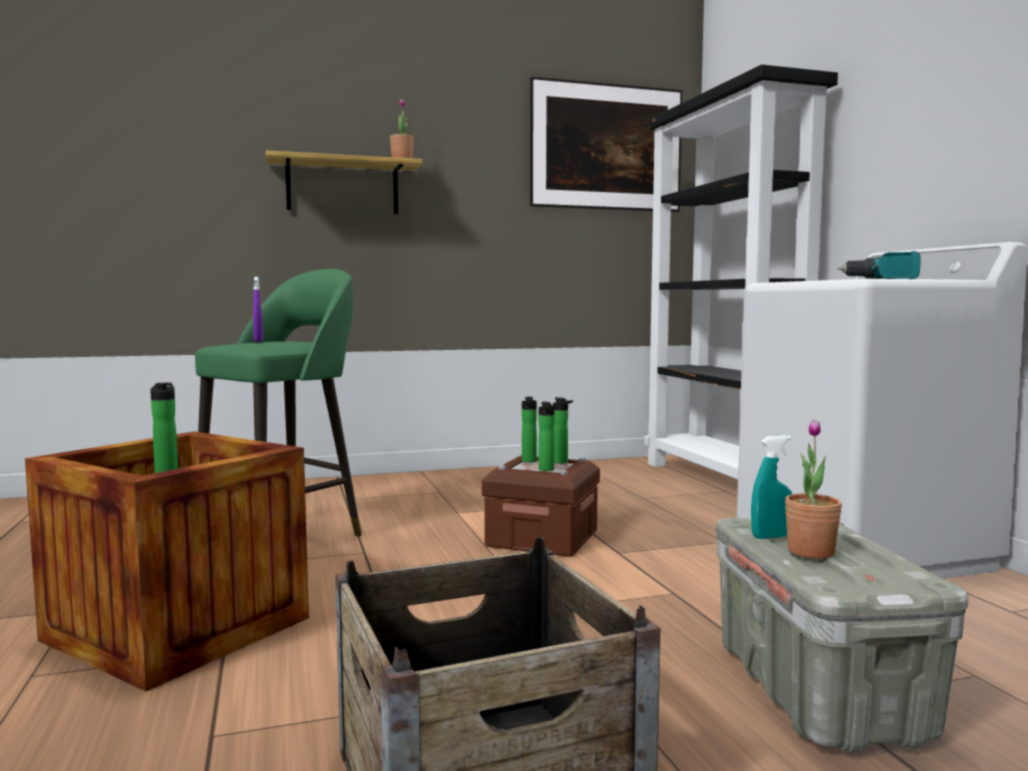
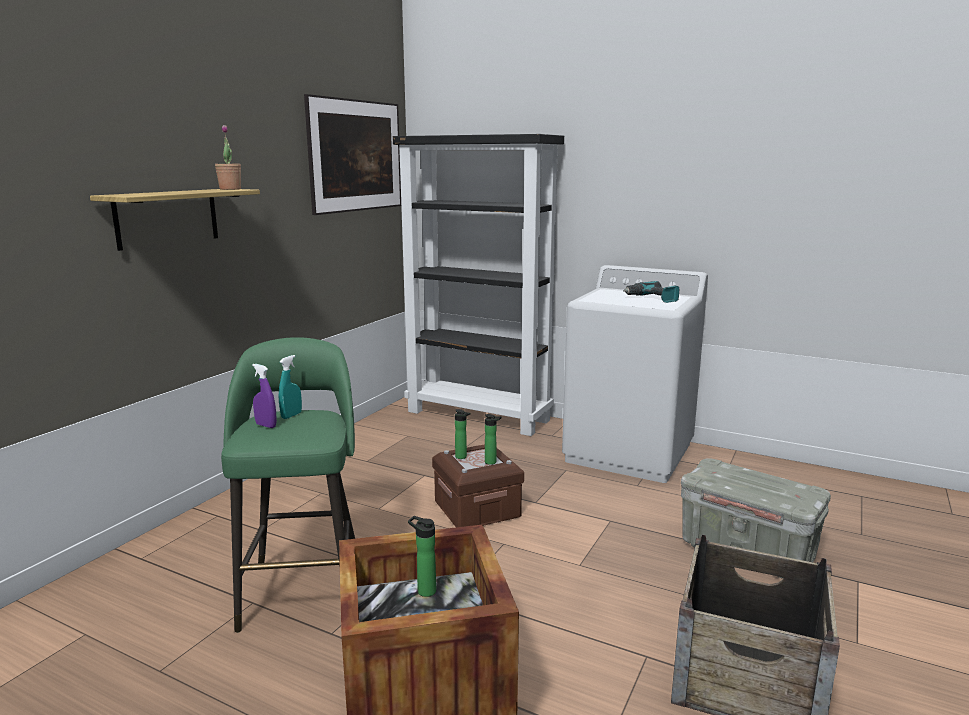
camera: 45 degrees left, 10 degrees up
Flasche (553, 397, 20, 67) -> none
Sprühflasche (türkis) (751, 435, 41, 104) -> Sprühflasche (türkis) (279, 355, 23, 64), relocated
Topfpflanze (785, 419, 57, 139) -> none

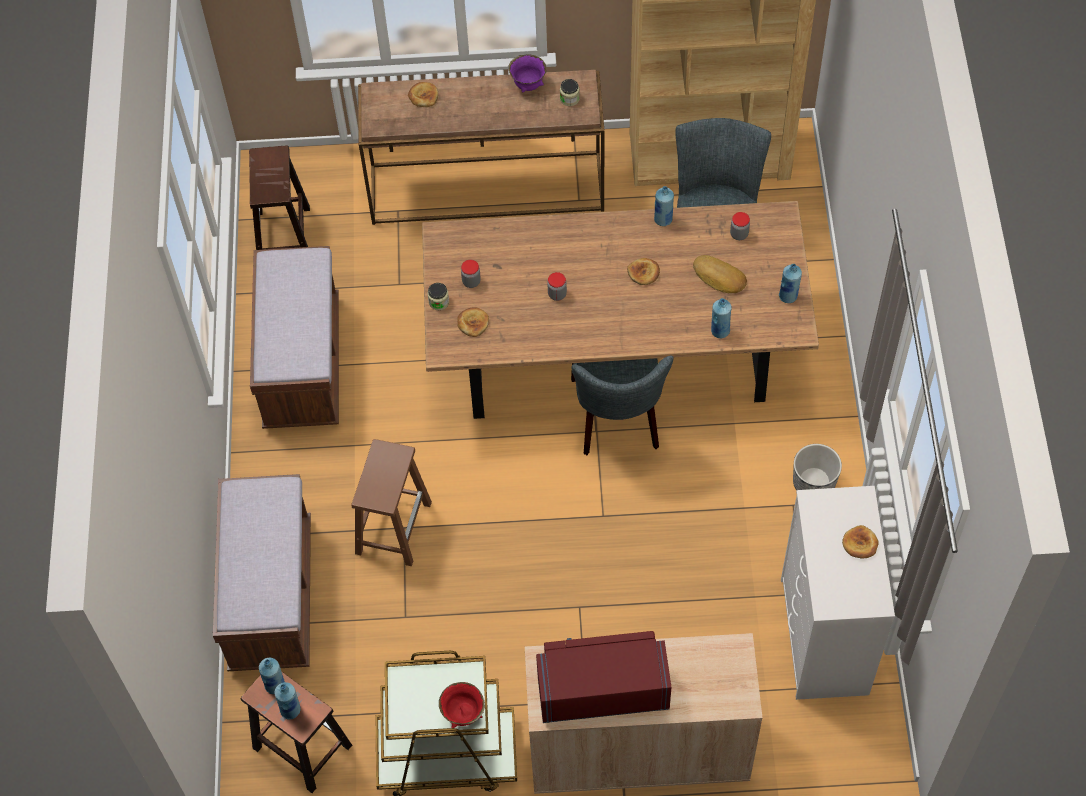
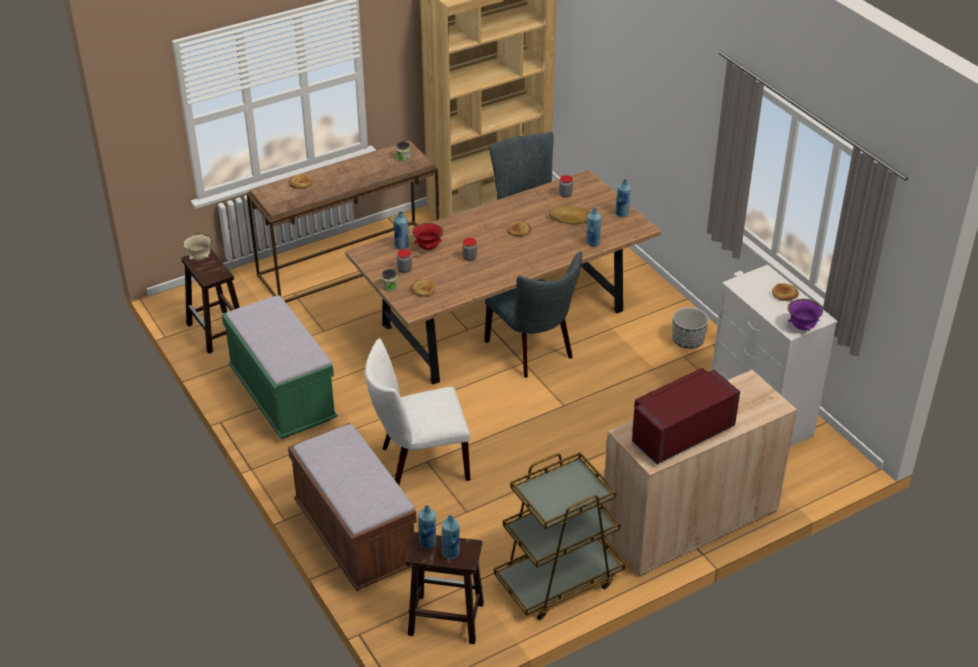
camera: 30 degrees left, 20 degrees down
Bank (braun) (250, 246, 89, 183) -> Bank (grün) (221, 295, 117, 144)
Hocker (braun) (351, 439, 81, 127) -> Stuhl (weiß) (365, 338, 105, 147)
Schüssel (rot) (439, 682, 46, 46) -> Schüssel (rot) (413, 223, 31, 27), relocated
Schüssel (lila) (509, 54, 38, 38) -> Schüssel (lila) (787, 299, 36, 31), relocated
Flasche (blau) (654, 186, 20, 40) -> Flasche (blau) (394, 211, 15, 39), relocated
none -> Schüssel (beige) (183, 233, 29, 28)

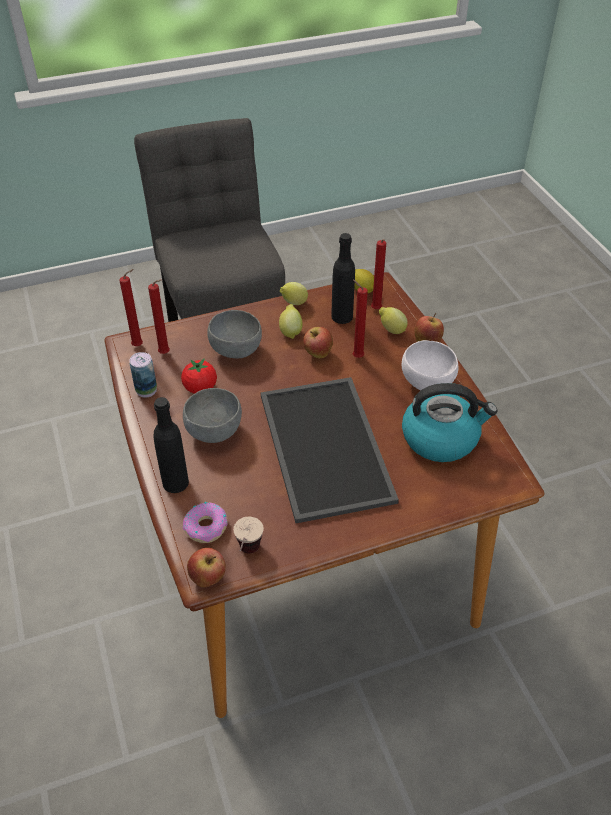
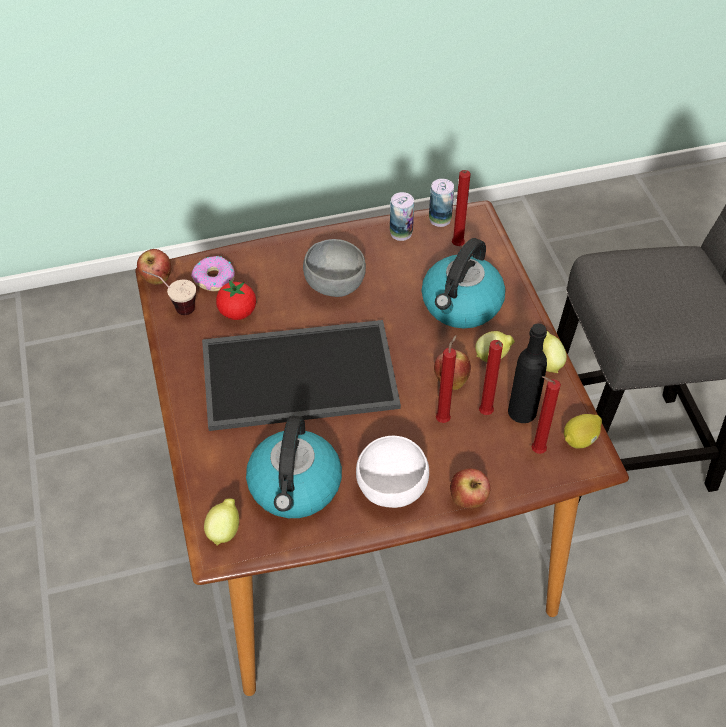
camera: 95 degrees right, 5 degrees up
Kerze (rot) (119, 269, 24, 77) -> Kerze (rot) (479, 340, 24, 75), relocated
Flasche (schwarz) (154, 397, 35, 96) -> none
Tomate (181, 358, 36, 36) -> Tomate (216, 280, 40, 40), relocated
Schüssel (grau) (207, 310, 55, 48) -> Wasserkessel (422, 238, 83, 90)
Zitrone (379, 307, 29, 27) -> Zitrone (204, 498, 35, 48), relocated
none -> Dose (429, 179, 25, 48)

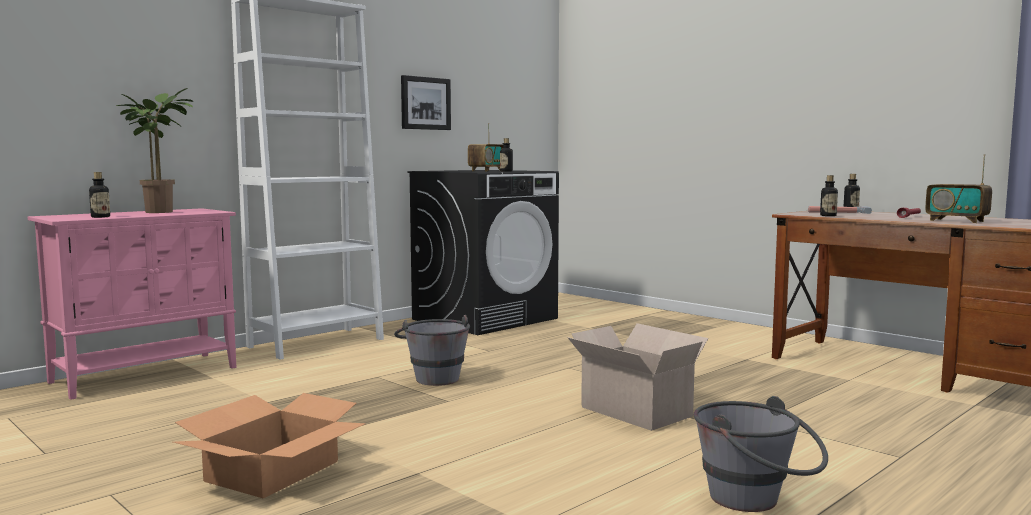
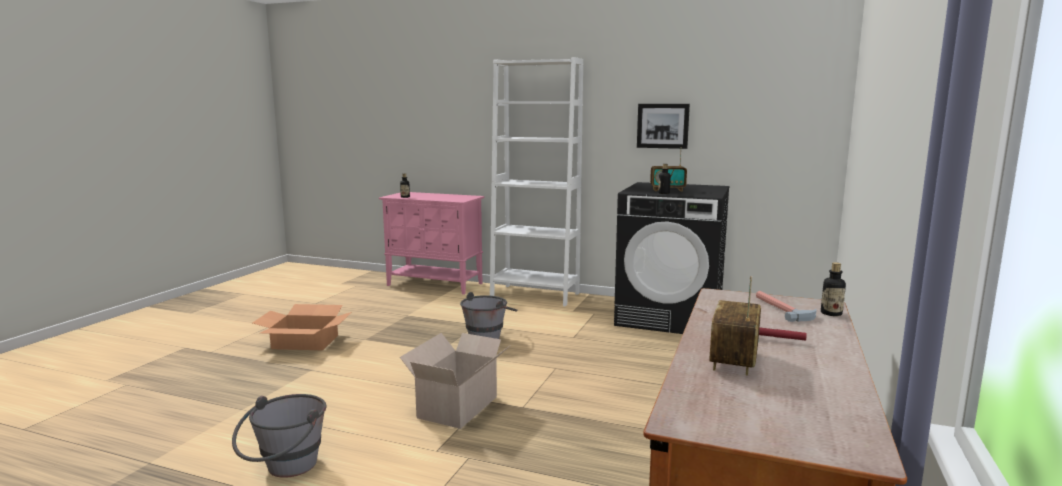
camera: 65 degrees right, 5 degrees up
Topfpflanze (116, 88, 78, 125) -> none
Flasche (820, 175, 18, 41) -> none

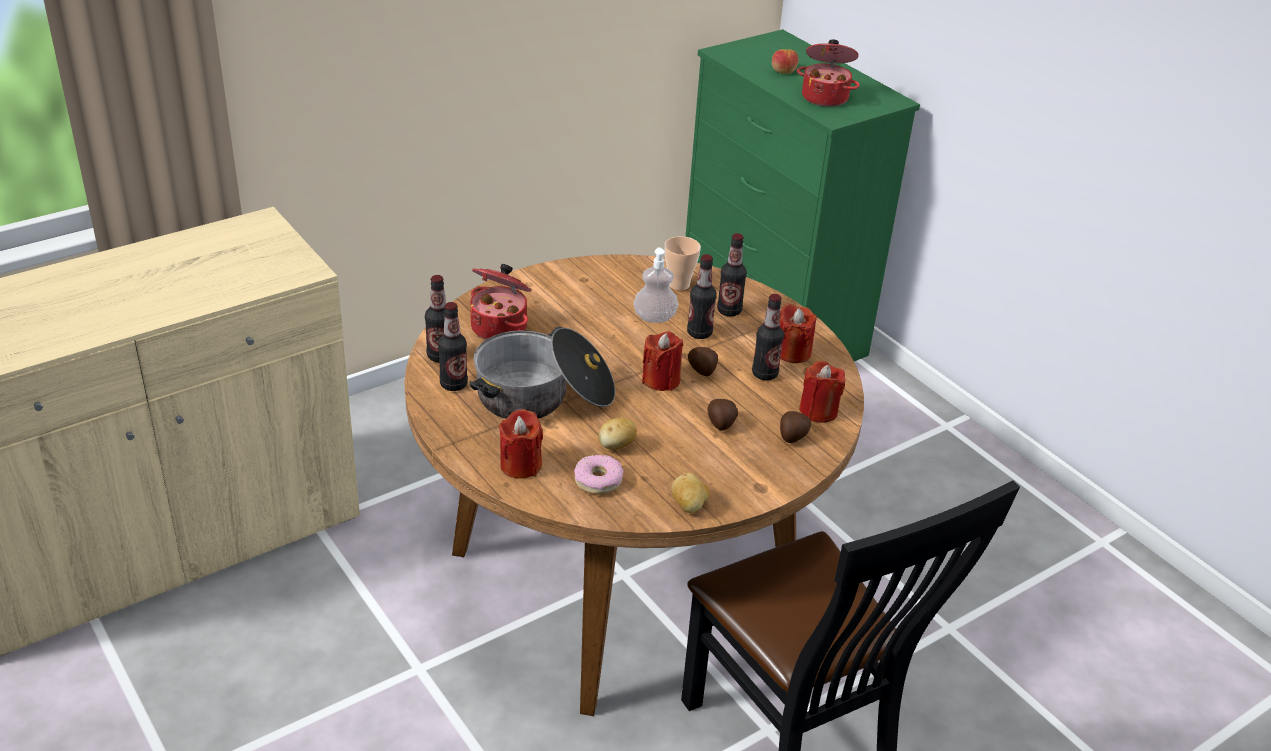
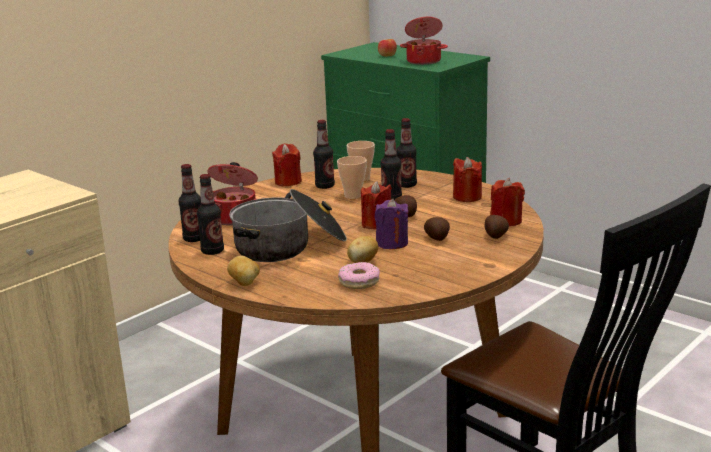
camera: 10 degrees left, 15 degrees down
Kerze (rot) (499, 409, 44, 70) -> Kerze (rot) (272, 143, 30, 43), relocated
Seifenspender (633, 248, 45, 75) -> Tasse (337, 156, 30, 43)
Kartoffel (671, 473, 39, 40) -> Kartoffel (227, 256, 33, 30), relocated
Flasche (752, 294, 32, 87) -> Flasche (313, 120, 22, 69), relocated
none -> Kerze (lila) (375, 199, 33, 50)

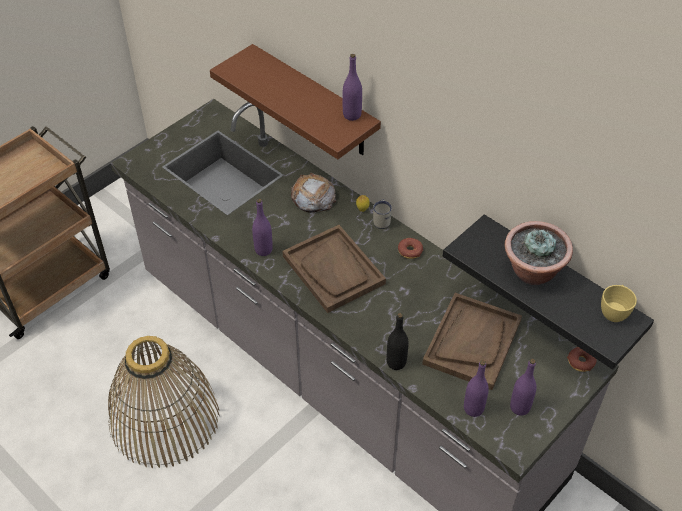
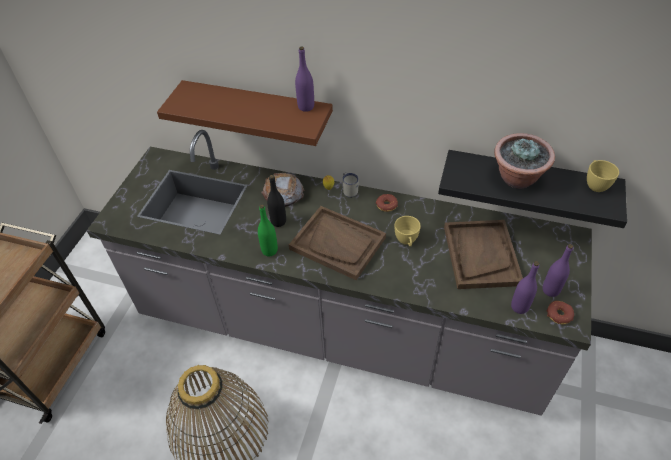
camera: 25 degrees left, 0 degrees up
Flasche (lila) (252, 199, 21, 57) -> Flasche (grün) (258, 204, 20, 52)
Flasche (schwarz) (387, 313, 22, 57) -> Flasche (schwarz) (267, 175, 19, 52), relocated
Donut (567, 347, 30, 25) -> Donut (547, 301, 27, 23), relocated
none -> Tasse (gelb) (395, 216, 26, 31)

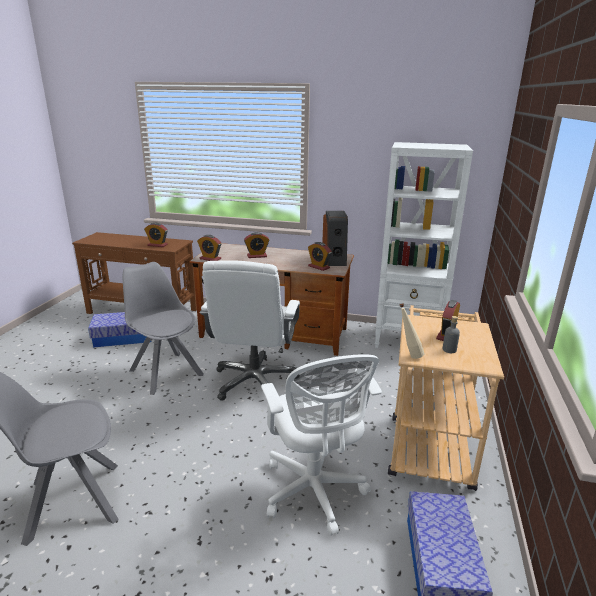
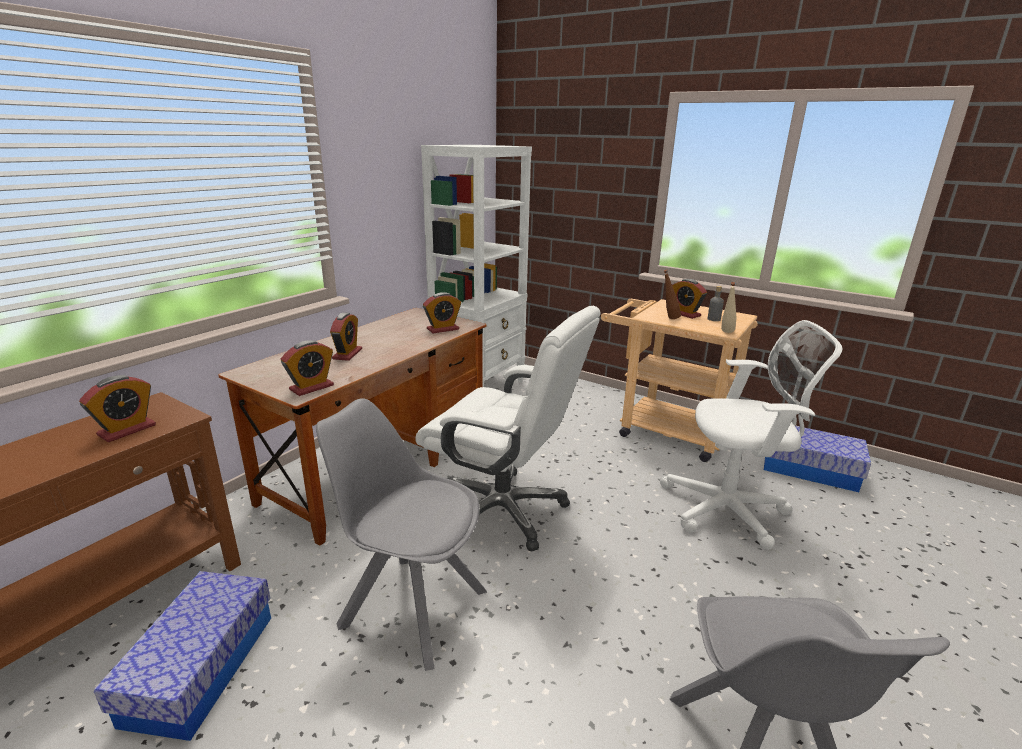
camera: 70 degrees left, 0 degrees up
Stuhl (grau) (123, 262, 80, 133) -> Stuhl (grau) (316, 398, 171, 273), 45 degrees clockwise
Lautsprecher (322, 211, 26, 55) -> none
none -> Flasche (braun) (664, 270, 17, 49)

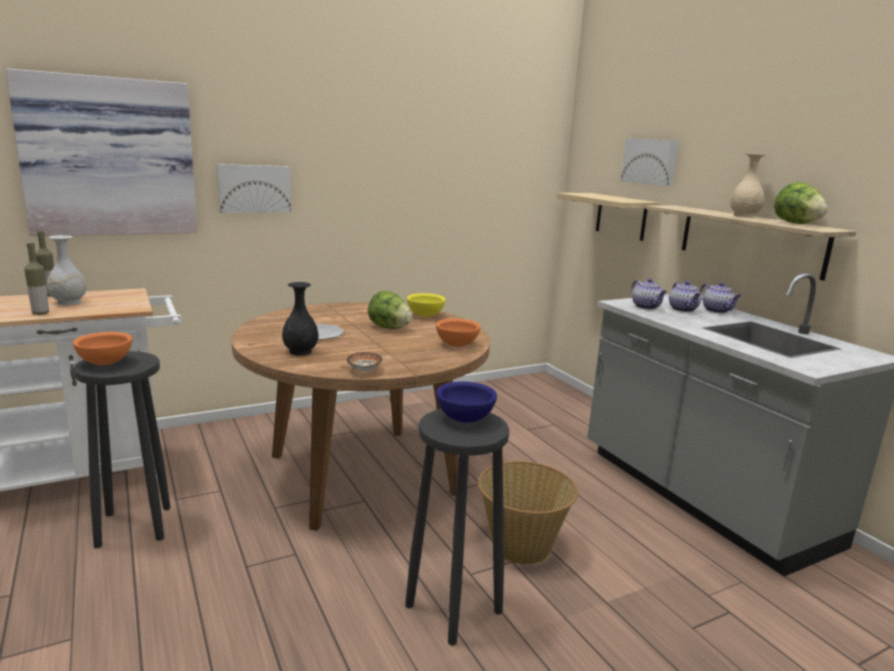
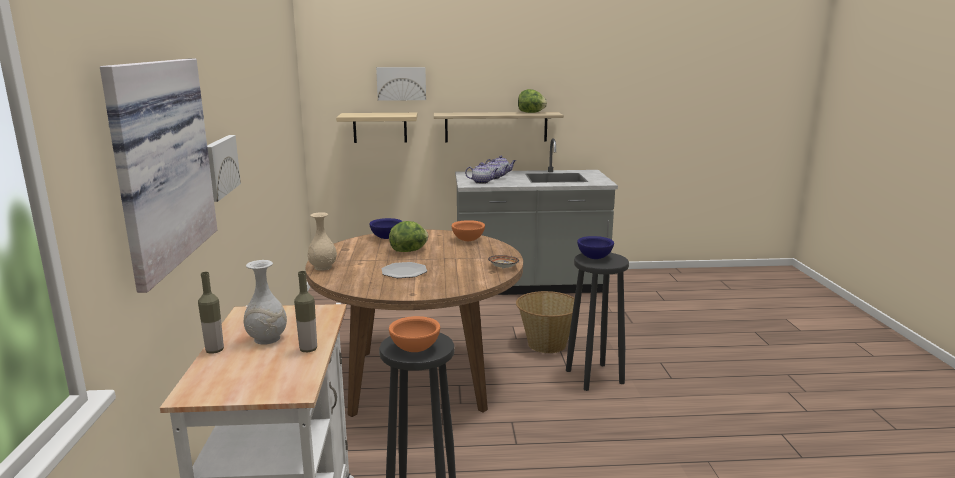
camera: 65 degrees left, 0 degrees up
Vase (schwarz) (282, 282, 36, 74) -> none
Schüssel (gelb) (407, 293, 39, 24) -> Schüssel (blau) (369, 218, 34, 21)
Vase (beige) (730, 153, 36, 64) -> Vase (beige) (308, 212, 29, 59), relocated

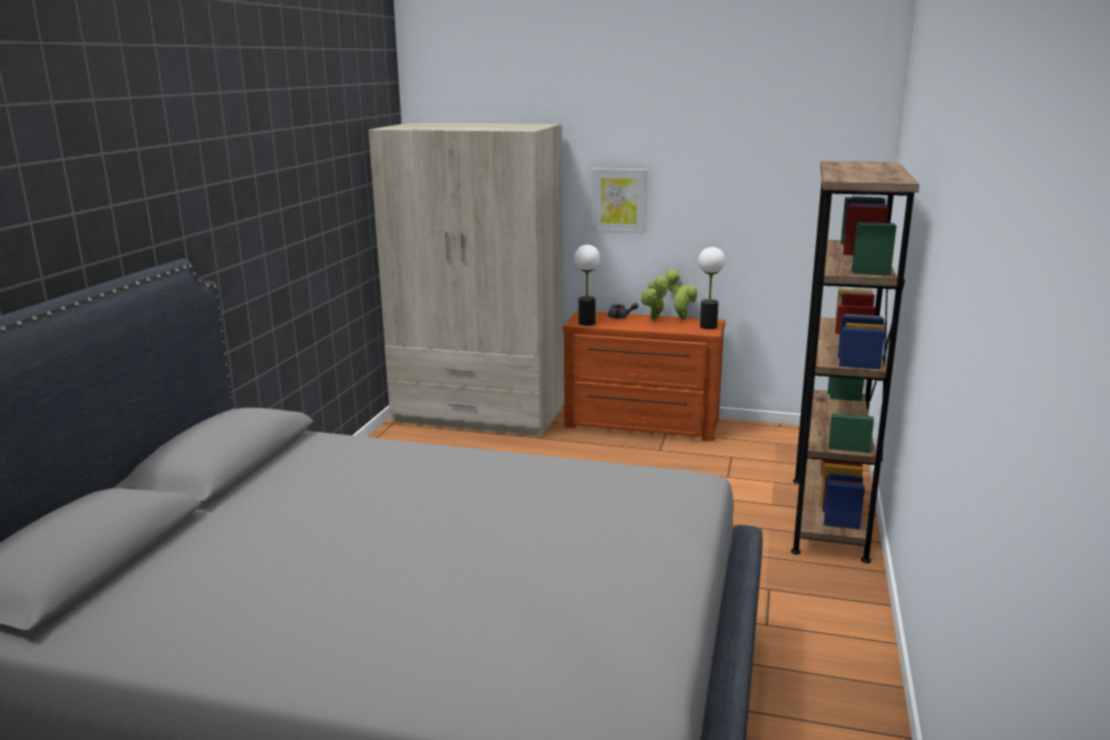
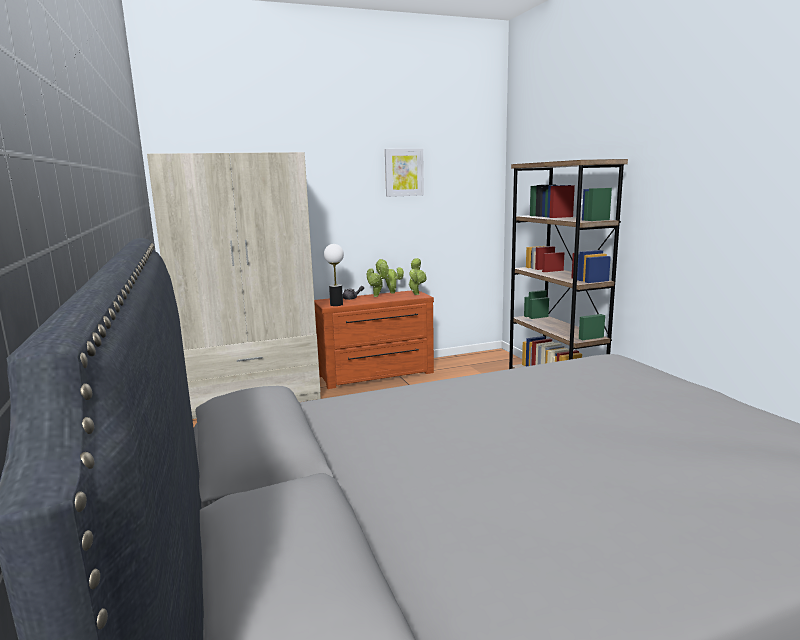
camera: 35 degrees left, 5 degrees down
Bild (592, 168, 55, 66) -> Bild (385, 149, 39, 48), relocated
Tischlampe (698, 247, 27, 82) -> Topfpflanze (408, 258, 19, 37)

